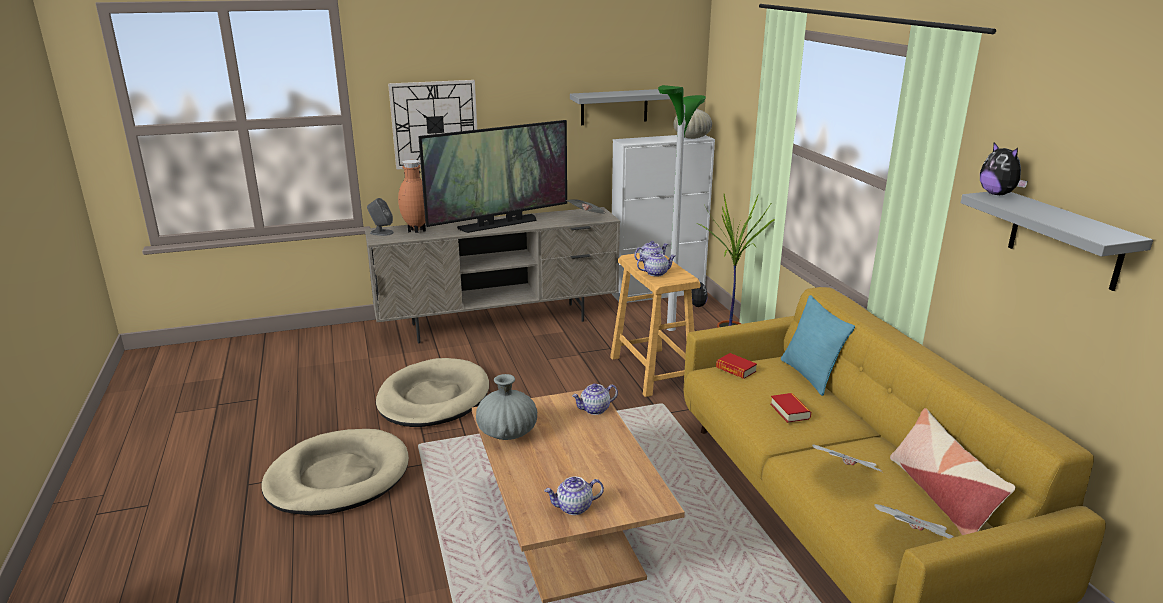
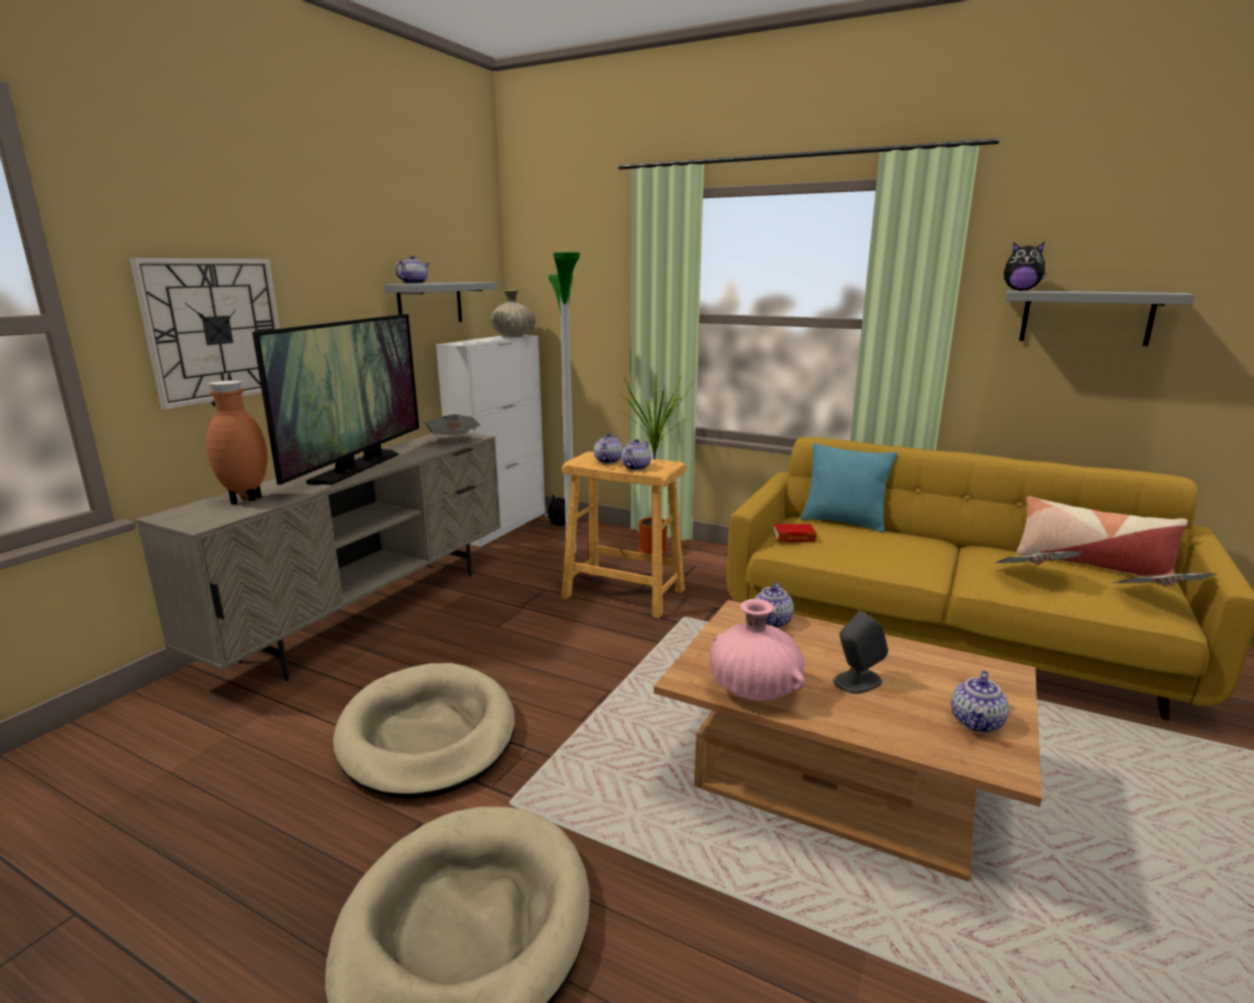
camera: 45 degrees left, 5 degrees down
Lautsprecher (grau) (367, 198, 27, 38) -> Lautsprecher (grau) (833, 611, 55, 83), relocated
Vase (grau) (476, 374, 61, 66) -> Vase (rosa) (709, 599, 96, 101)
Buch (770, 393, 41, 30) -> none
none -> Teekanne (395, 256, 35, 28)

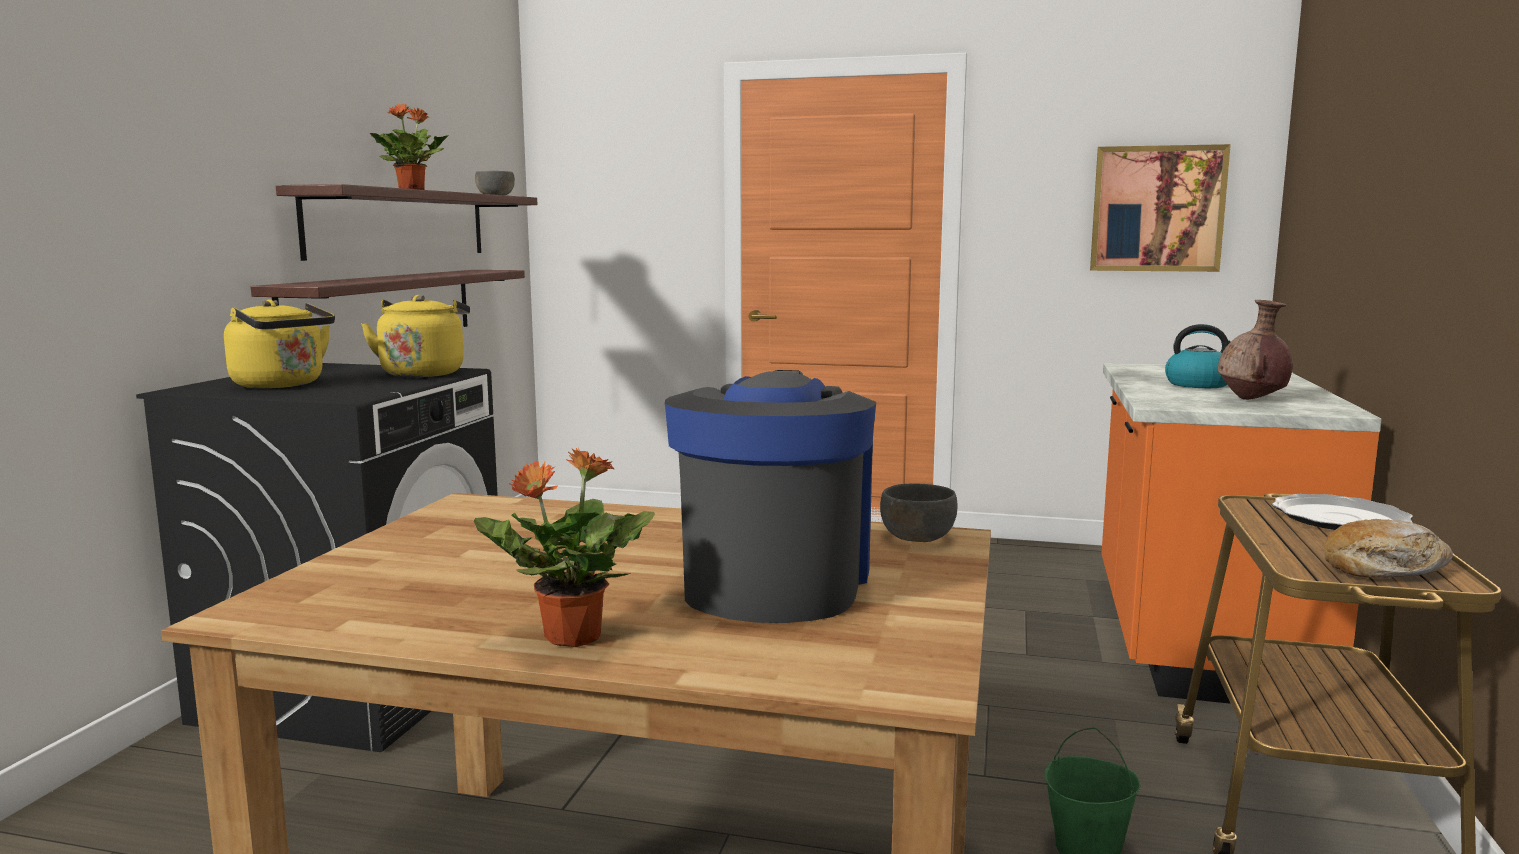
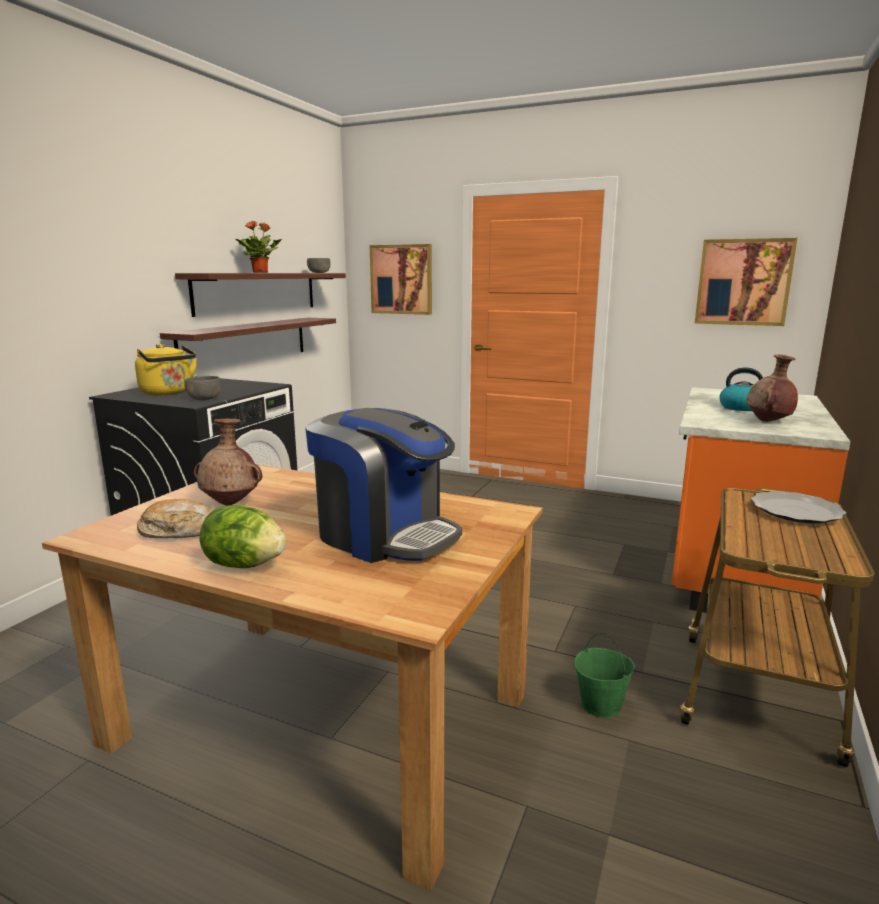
camera: 10 degrees right, 5 degrees up
Wasserkessel (gelb) (361, 295, 109, 82) -> none
Topfpflanze (474, 448, 181, 199) -> Salatkopf (200, 504, 87, 64)
Kaffeemaschine (665, 370, 211, 253) -> Kaffeemaschine (305, 408, 157, 155), 105 degrees clockwise
Schüssel (grau) (880, 484, 78, 58) -> Schüssel (grau) (184, 376, 37, 24), relocated
Brot (1324, 519, 129, 59) -> Brot (137, 499, 76, 39), relocated
none -> Vase (braun) (194, 419, 68, 87)
none -> Bild (370, 244, 62, 71)

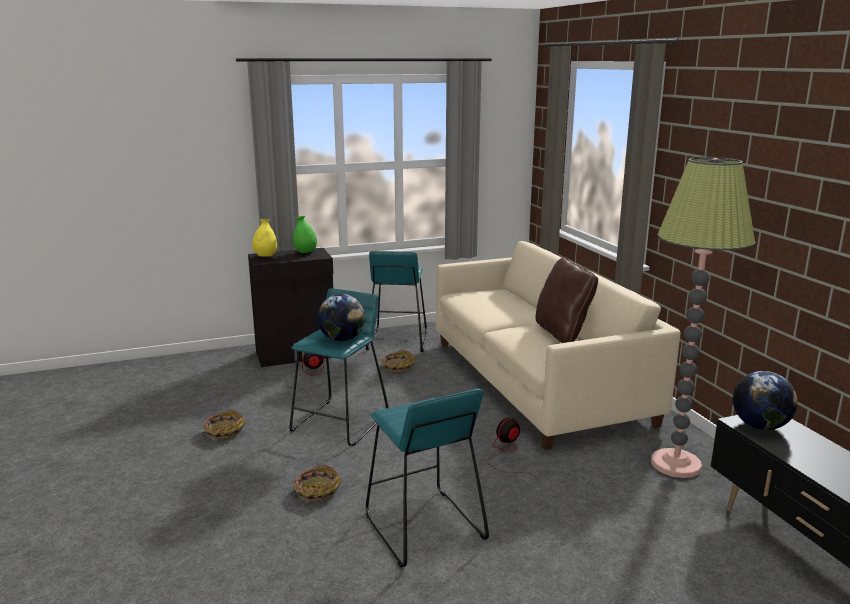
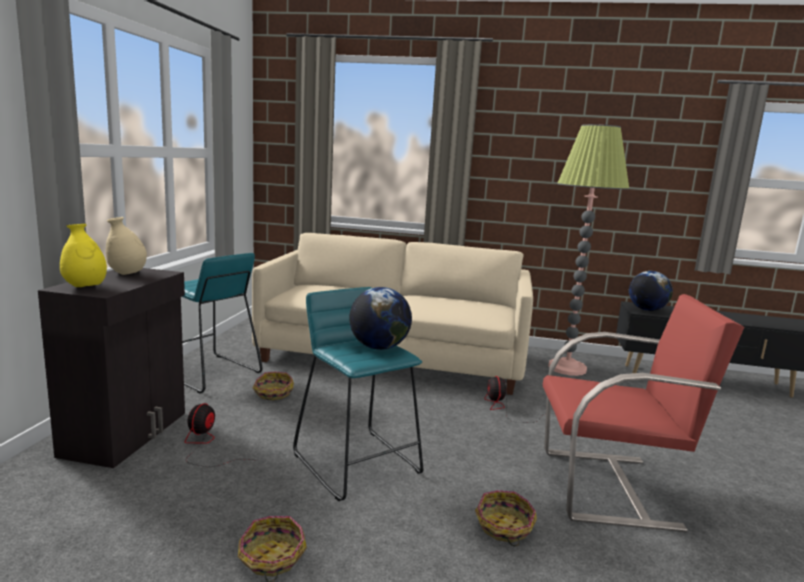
camera: 60 degrees left, 5 degrees down
Vase (grün) (293, 216, 24, 37) -> Vase (beige) (106, 217, 41, 58)
Hocker (türkis) (366, 389, 123, 178) -> Sessel (rot) (543, 294, 201, 238)
Kissen (braun) (535, 257, 63, 86) -> none

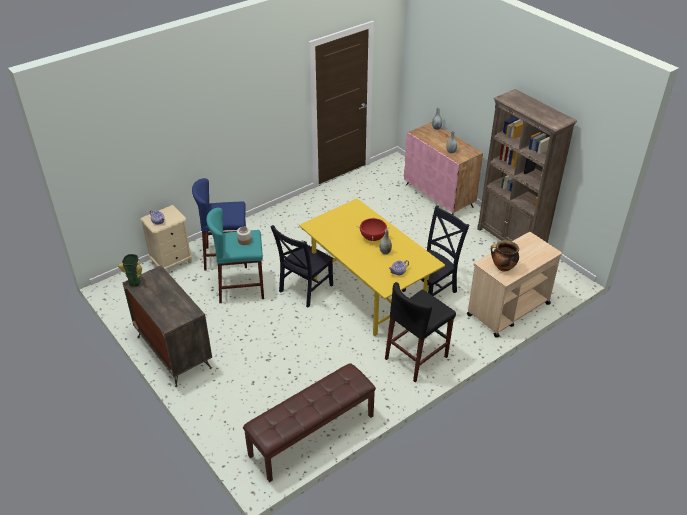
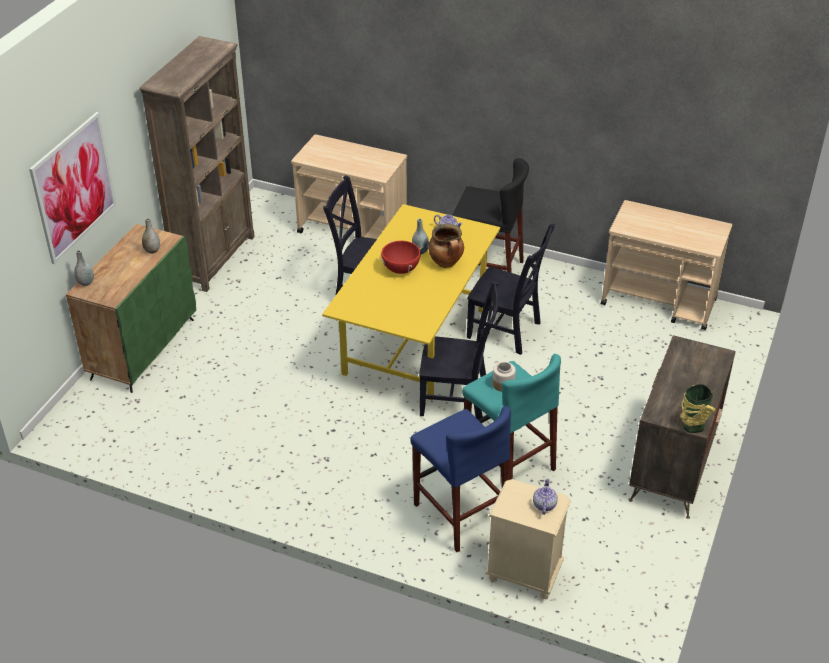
camera: 120 degrees left, 0 degrees up
Bank (braun) (243, 363, 133, 119) -> Rollwagen (beige) (601, 200, 132, 131)
Schrank (rosa) (404, 122, 79, 93) -> Schrank (grün) (66, 224, 130, 169)
Kochtopf (491, 240, 28, 32) -> Kochtopf (428, 224, 36, 44), relocated
none -> Bild (29, 112, 87, 152)
none -> Stuhl (schwarz) (467, 224, 88, 131)

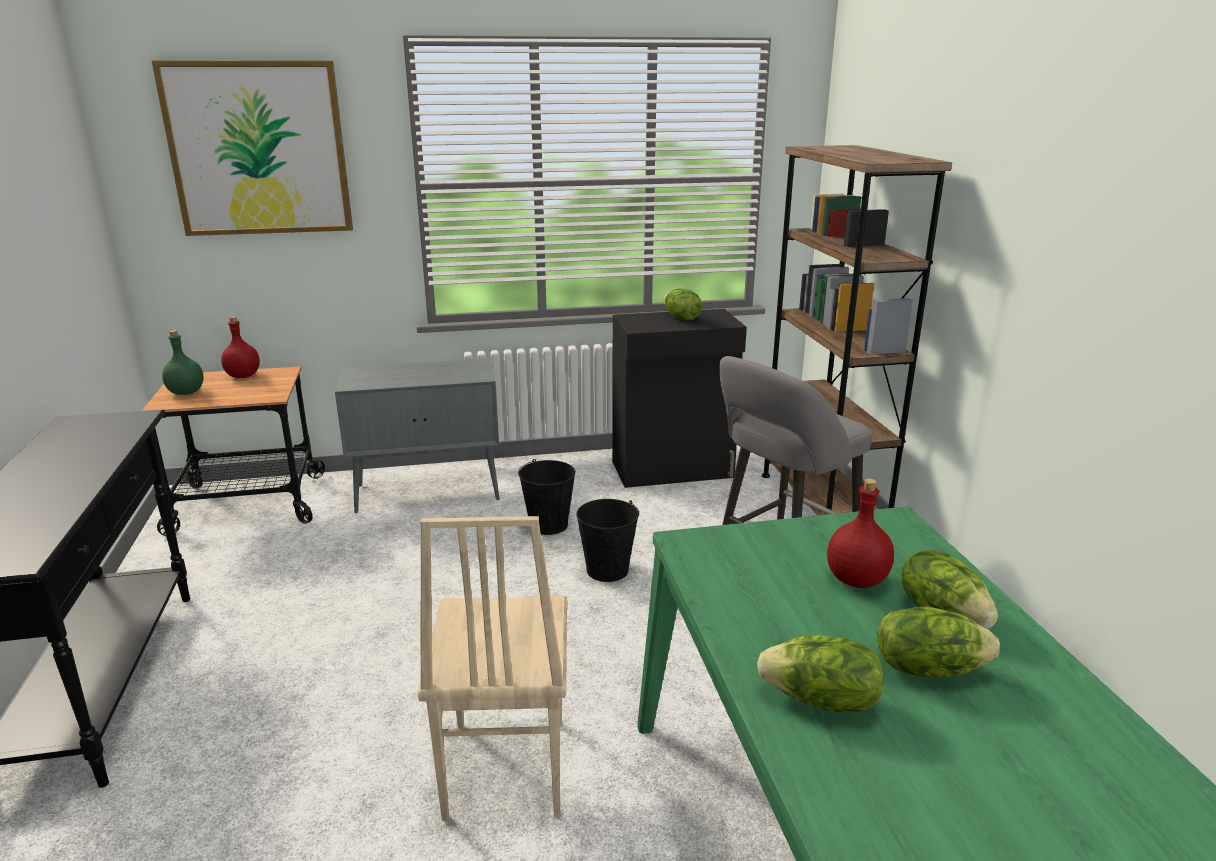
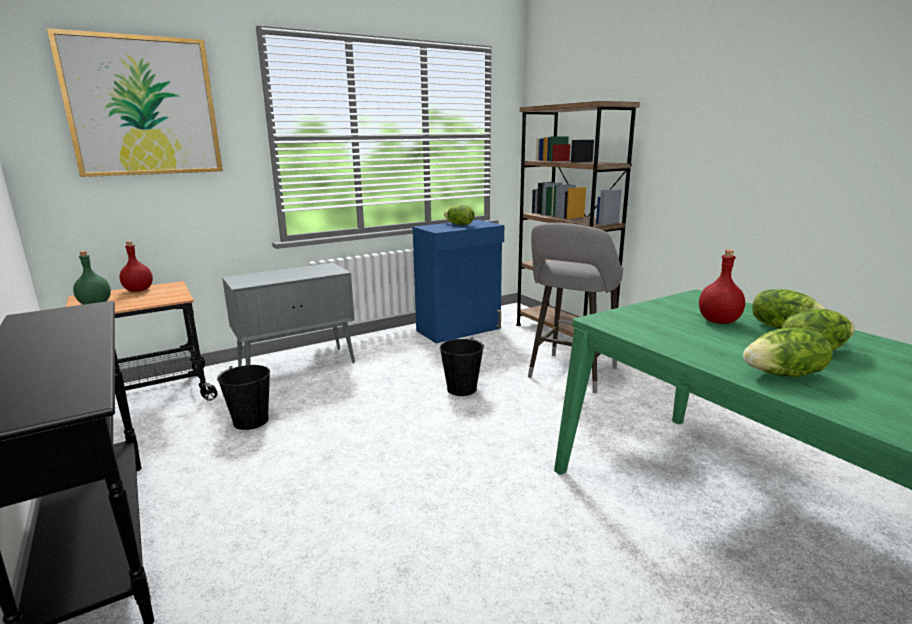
camera: 20 degrees left, 5 degrees down
Stuhl (beige) (418, 516, 149, 305) -> none
Eimer (schwarz) (518, 459, 57, 76) -> Eimer (schwarz) (217, 365, 53, 65), relocated
Schrank (schwarz) (612, 309, 135, 179) -> Schrank (blau) (413, 220, 91, 123)

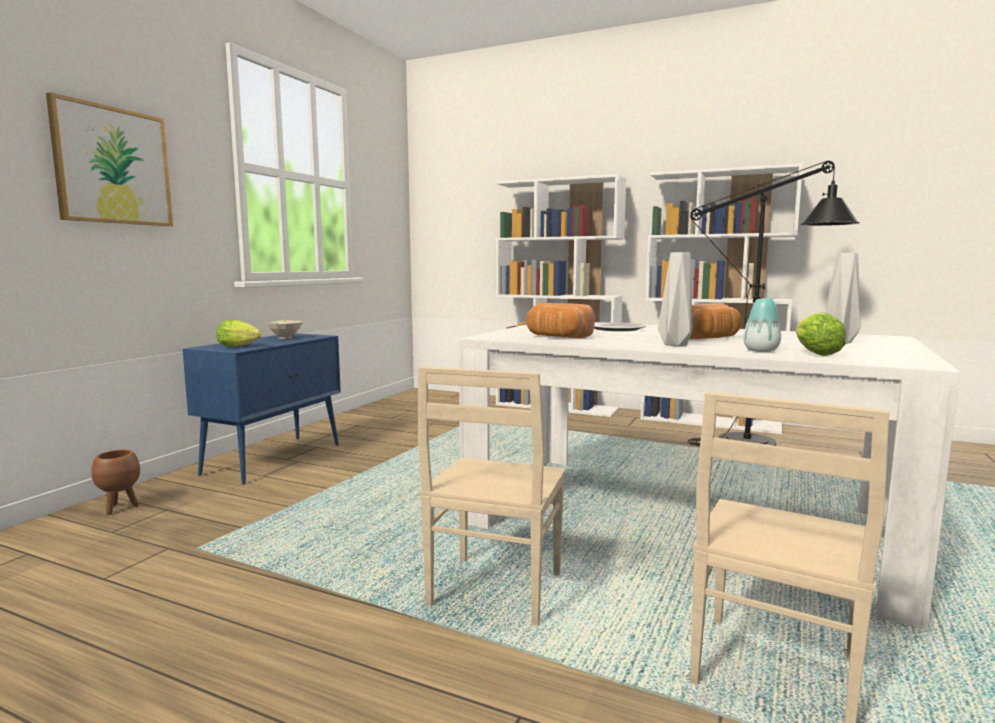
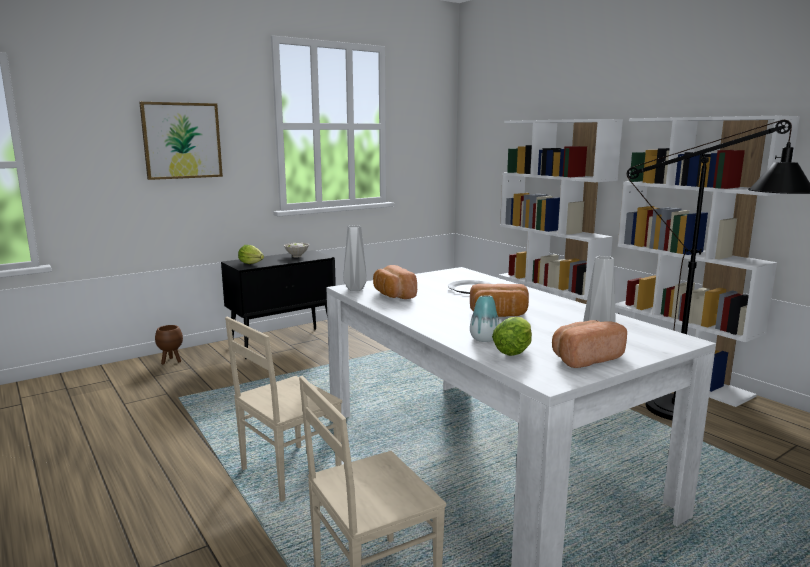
camera: 30 degrees right, 5 degrees up
Schrank (blau) (182, 333, 159, 152) -> Schrank (schwarz) (221, 250, 115, 109)
Vase (grau) (658, 252, 34, 94) -> Vase (grau) (343, 225, 24, 66), relocated
none -> Brot (552, 320, 75, 48)

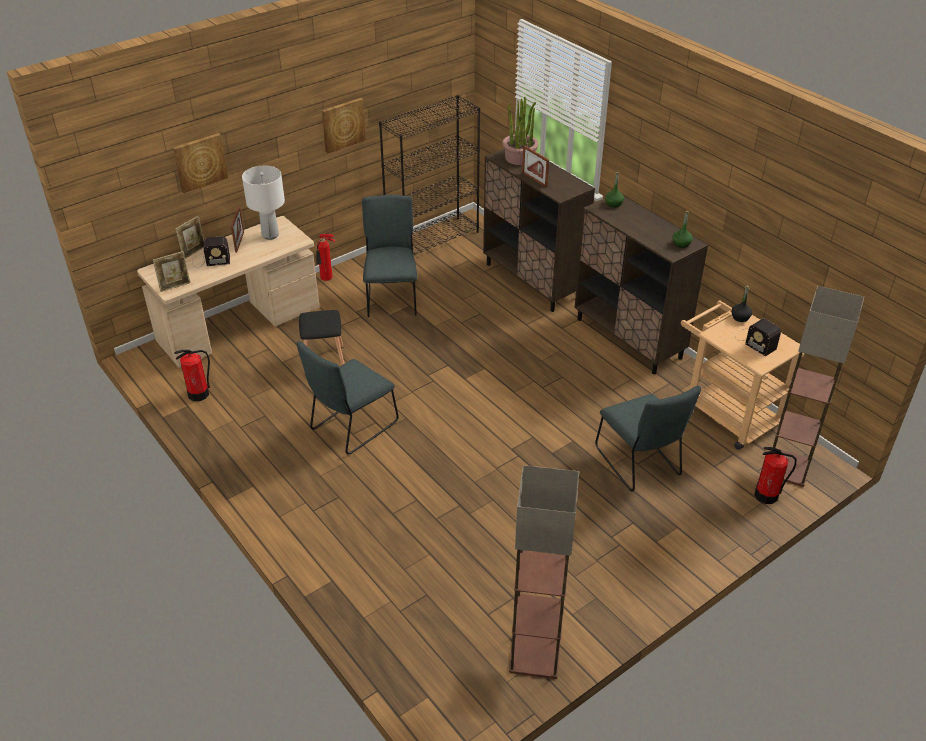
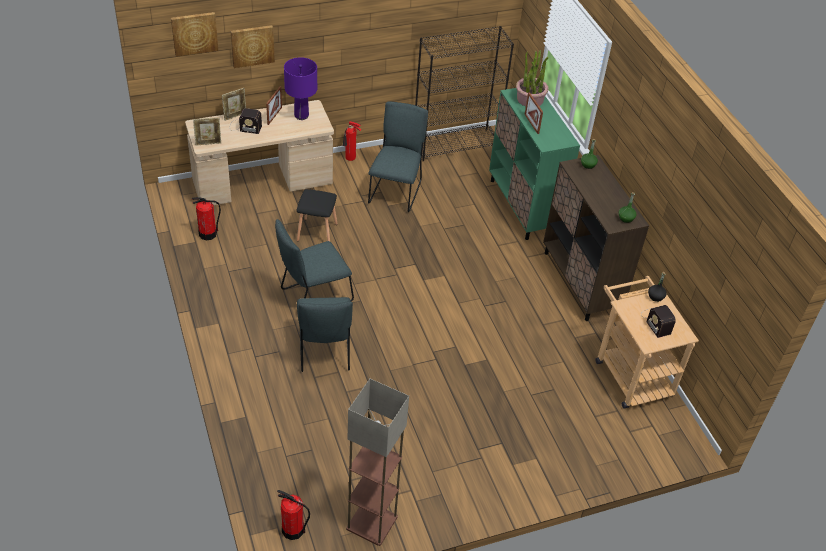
camera: 15 degrees right, 5 degrees up
Tischlampe (weiß) (242, 165, 43, 75) -> Tischlampe (lila) (284, 57, 33, 63)
Bild (322, 98, 44, 55) -> Bild (171, 12, 47, 45), relocated
Schrank (braun) (483, 149, 112, 163) -> Schrank (grün) (489, 88, 91, 152)
Stuhl (grau) (595, 386, 106, 106) -> Stuhl (grau) (297, 297, 56, 75), relocated
Feuerlöscher (754, 447, 43, 57) -> Feuerlöscher (277, 490, 33, 50), relocated
Stehlampe (771, 286, 93, 201) -> none

